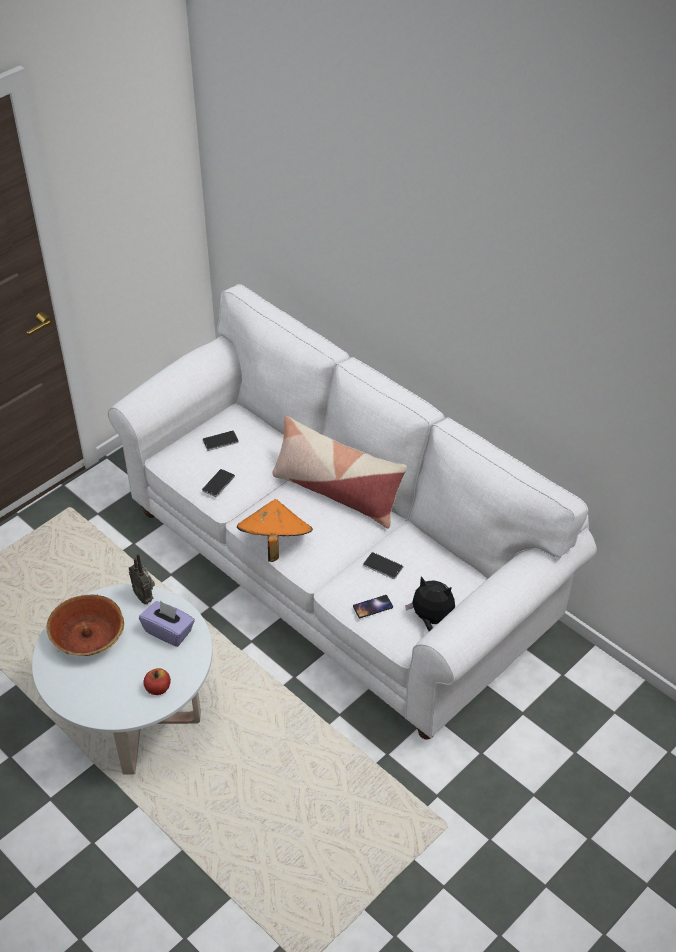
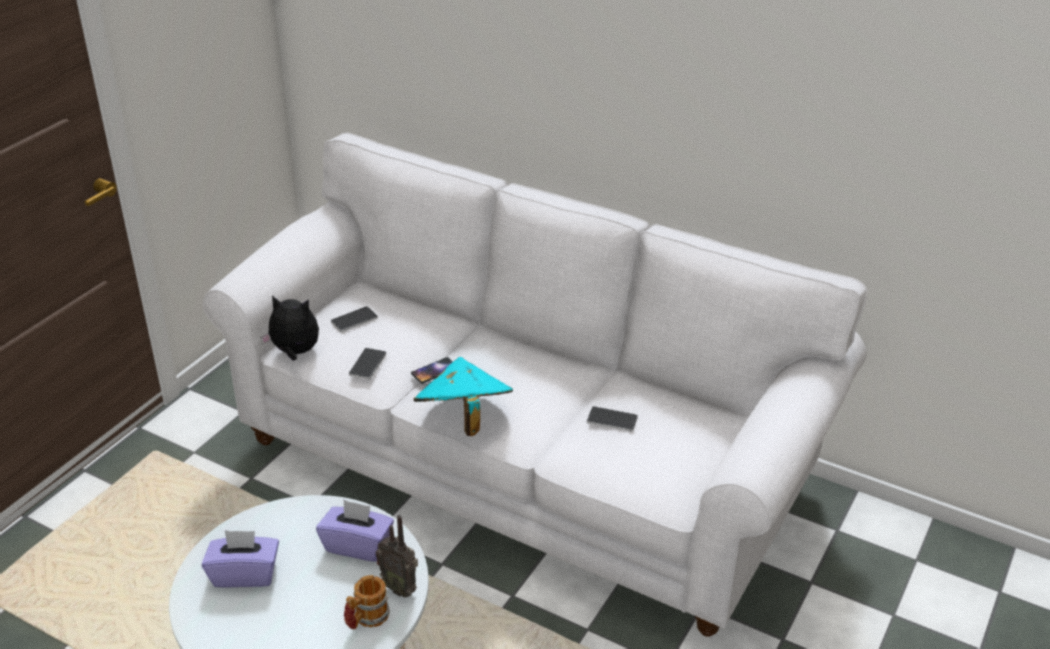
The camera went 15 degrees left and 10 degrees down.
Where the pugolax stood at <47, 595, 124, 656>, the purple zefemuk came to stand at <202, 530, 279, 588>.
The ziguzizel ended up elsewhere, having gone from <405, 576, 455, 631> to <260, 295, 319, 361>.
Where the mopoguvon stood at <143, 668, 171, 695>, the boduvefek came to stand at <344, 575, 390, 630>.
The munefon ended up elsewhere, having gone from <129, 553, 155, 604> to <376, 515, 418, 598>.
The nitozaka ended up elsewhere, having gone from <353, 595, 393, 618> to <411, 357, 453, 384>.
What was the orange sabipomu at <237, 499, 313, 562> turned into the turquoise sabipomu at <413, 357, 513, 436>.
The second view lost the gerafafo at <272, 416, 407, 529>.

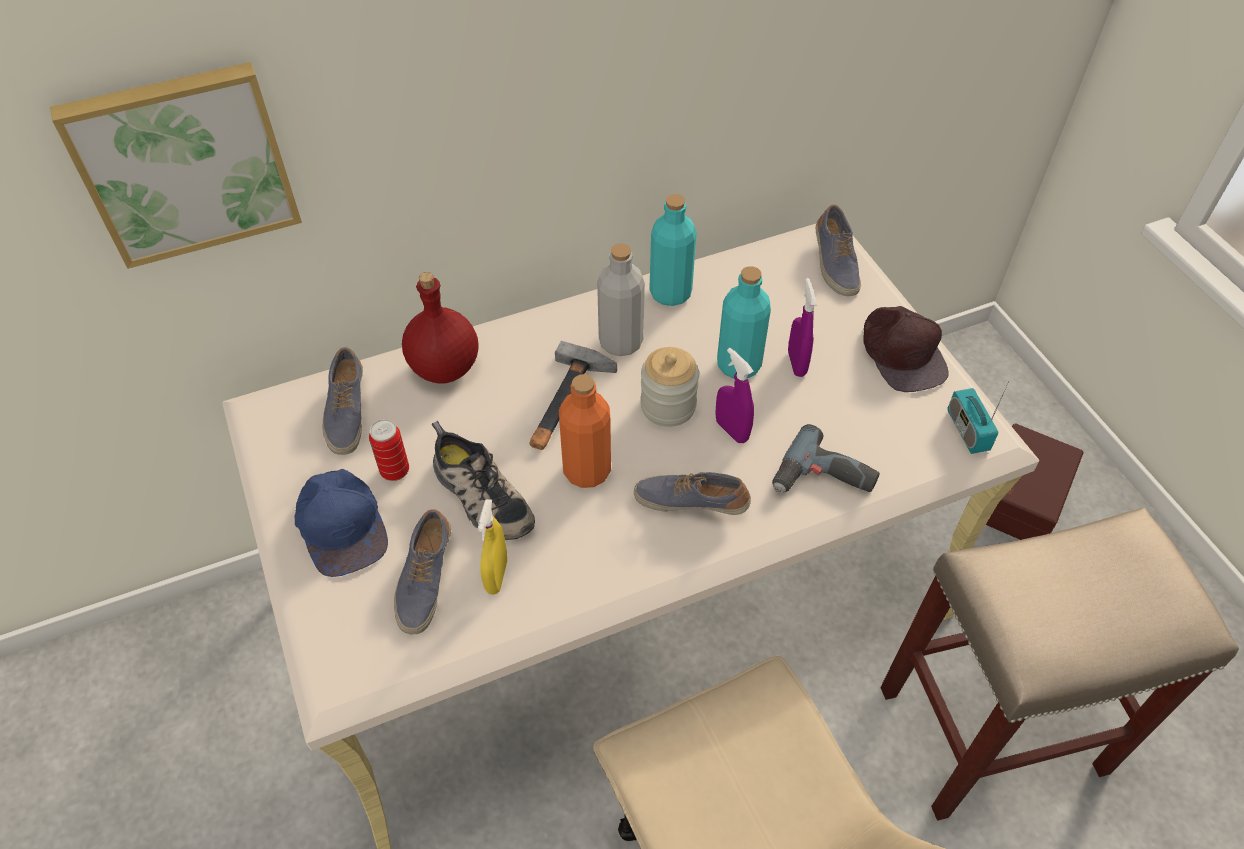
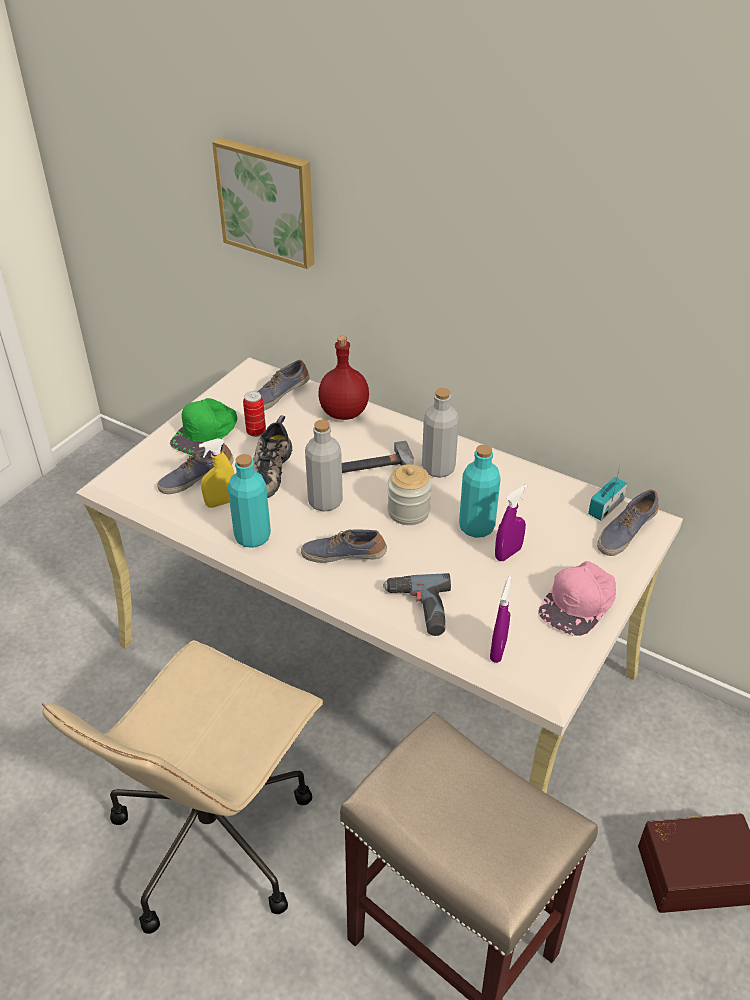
The camera went 55 degrees right and 10 degrees down.
What was the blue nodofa at <295, 469, 388, 577> turned into the green nodofa at <170, 398, 237, 455>.
The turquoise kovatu ended up elsewhere, having gone from <649, 194, 697, 306> to <228, 454, 271, 548>.
The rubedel at <634, 472, 751, 515> ended up facing another way, 60 degrees counterclockwise from before.
What was the orange kovatu at <559, 374, 611, 488> turned into the grey kovatu at <305, 420, 343, 512>.
The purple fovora ended up elsewhere, having gone from <715, 348, 754, 443> to <490, 576, 512, 663>.
What was the brown nodofa at <863, 306, 949, 392> turned into the pink nodofa at <538, 561, 616, 636>.
The munefon ended up elsewhere, having gone from <947, 380, 1010, 454> to <588, 466, 628, 521>.

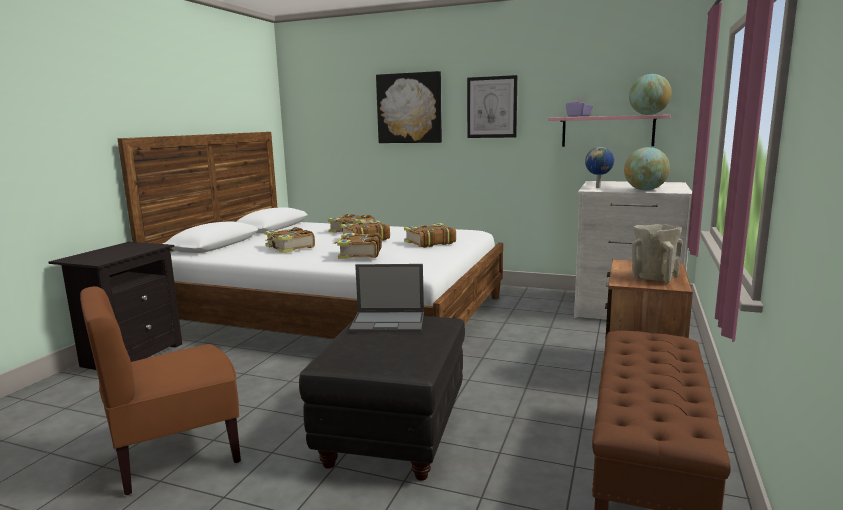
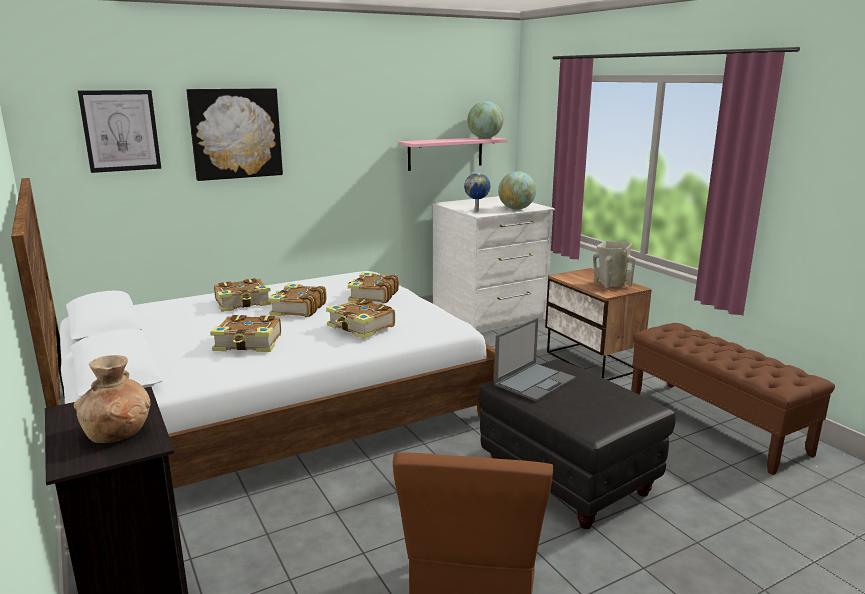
The camera went 50 degrees left and 5 degrees up.
The second view gained the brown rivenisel at <73, 355, 151, 443>.
The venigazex ended up elsewhere, having gone from <467, 75, 517, 138> to <78, 90, 161, 173>.
The second view lost the purple zefemuk at <566, 97, 593, 117>.

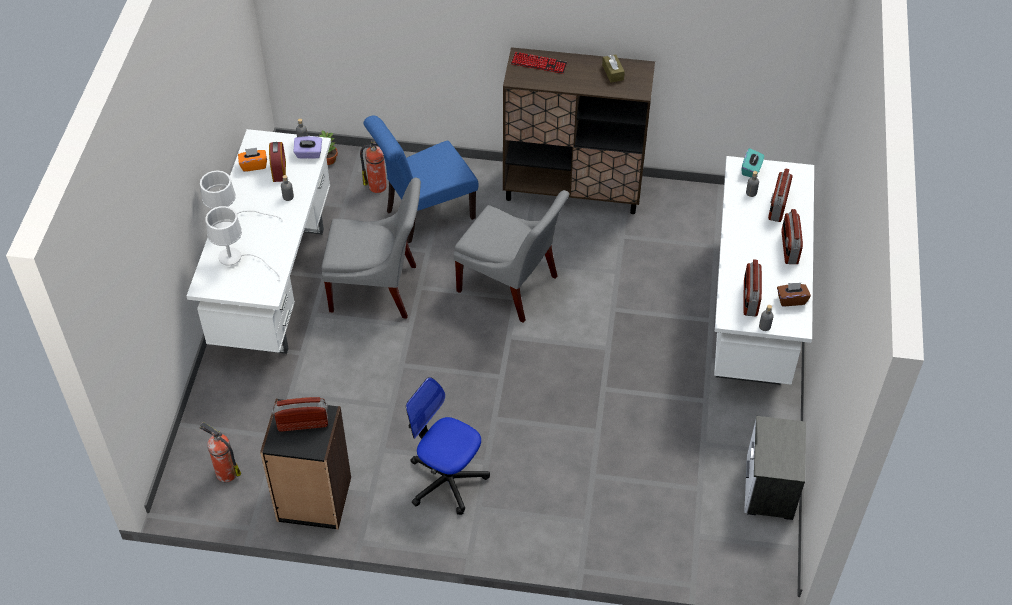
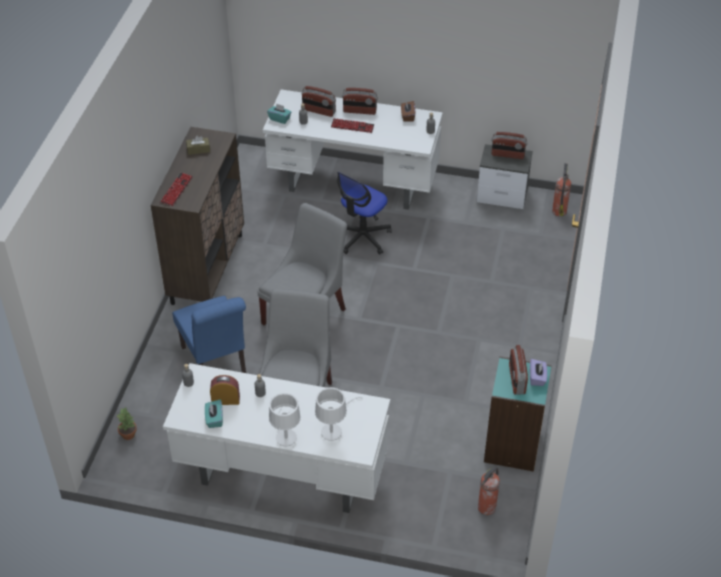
The camera went 85 degrees left and 5 degrees down.
What was the orange zefemuk at <238, 148, 267, 172> turned into the turquoise zefemuk at <205, 400, 223, 428>.
The second view gained the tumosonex at <331, 118, 374, 133>.
The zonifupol ended up elsewhere, having gone from <406, 377, 490, 515> to <337, 172, 392, 255>.
What was the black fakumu at <260, 399, 351, 530> turned into the turquoise fakumu at <484, 356, 552, 472>.
The munefon ended up elsewhere, having gone from <744, 259, 762, 316> to <492, 132, 527, 159>.
The purple zefemuk ended up elsewhere, having gone from <293, 136, 322, 158> to <530, 359, 547, 386>.
The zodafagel ended up elsewhere, having gone from <360, 140, 387, 193> to <552, 163, 571, 216>.

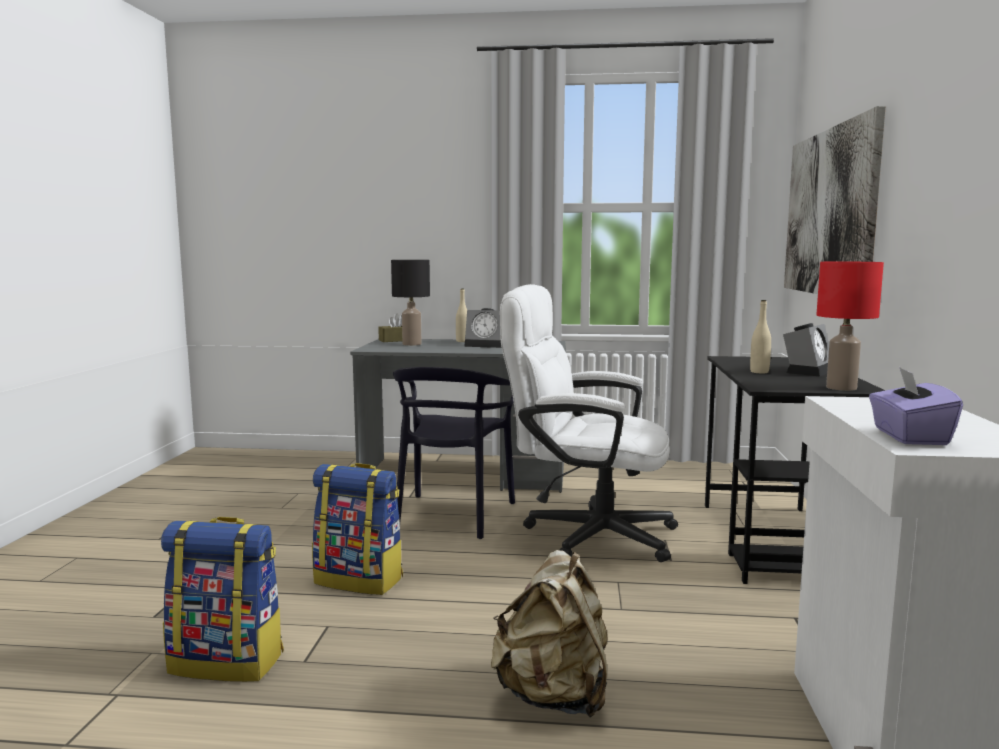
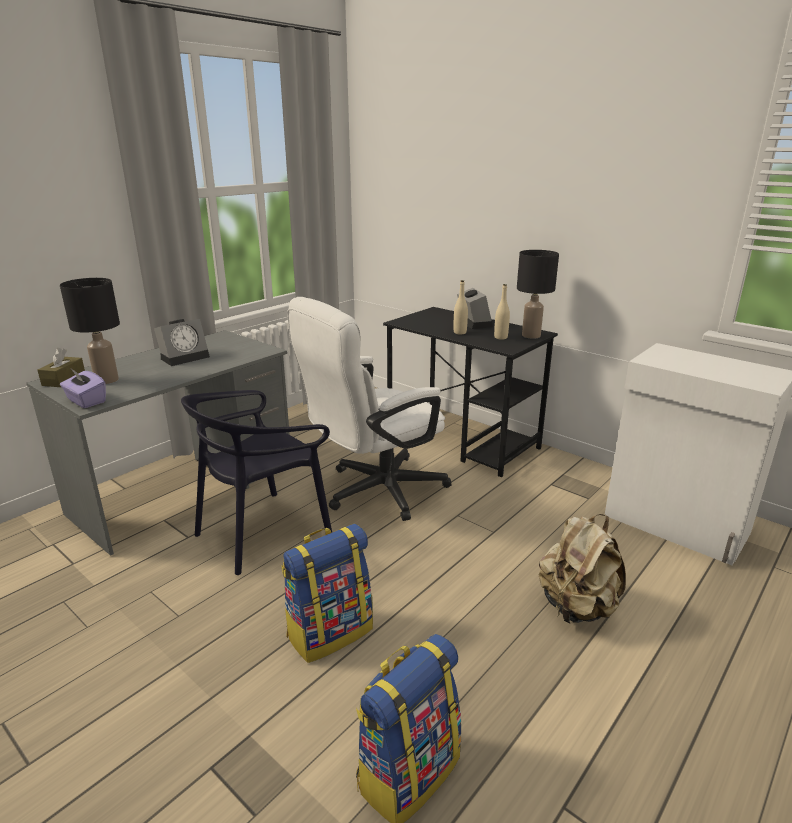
The camera went 55 degrees left and 15 degrees up.
The purple zefemuk ended up elsewhere, having gone from <869, 368, 963, 445> to <60, 370, 106, 408>.
The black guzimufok at <393, 367, 515, 539> ended up facing another way, 90 degrees clockwise from before.
The beige kovatu ended up elsewhere, having gone from <456, 288, 467, 342> to <494, 284, 510, 339>.
What was the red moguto at <816, 261, 884, 391> turned into the black moguto at <517, 250, 559, 339>.
The second view lost the venigazex at <784, 106, 886, 294>.

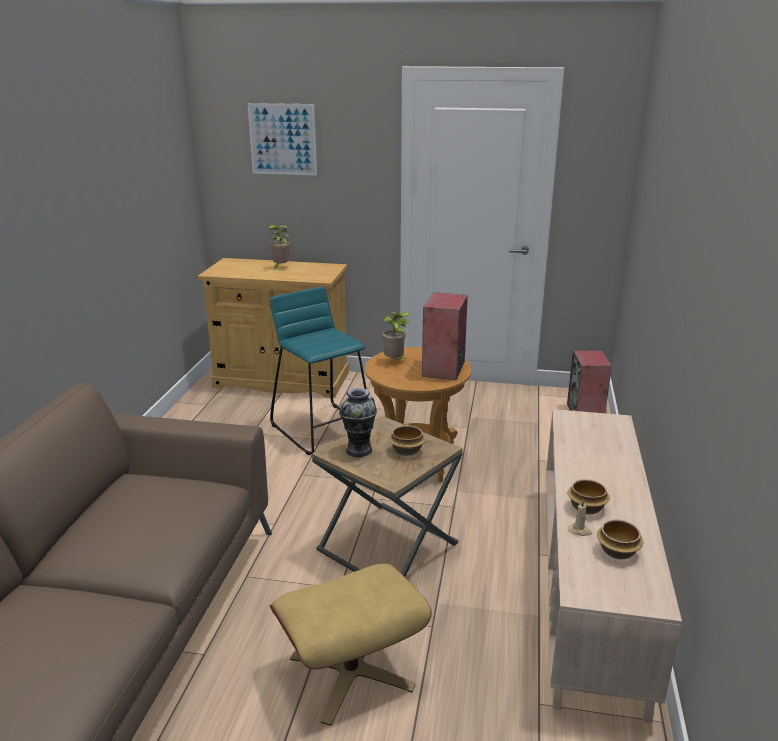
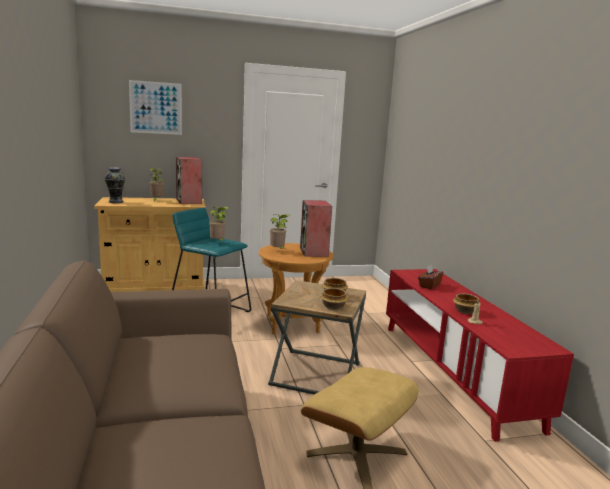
The camera went 25 degrees left and 10 degrees down.
The rivenisel ended up elsewhere, having gone from <339, 388, 377, 457> to <104, 168, 125, 203>.
The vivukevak ended up elsewhere, having gone from <567, 350, 612, 413> to <176, 157, 202, 204>.
The second view gained the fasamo at <209, 207, 229, 242>.
The pugolax ended up elsewhere, having gone from <597, 520, 643, 559> to <320, 288, 348, 310>.
What was the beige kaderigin at <546, 409, 682, 723> turned into the red kaderigin at <386, 269, 574, 442>.
The second view gained the brown zefemuk at <418, 265, 443, 289>.

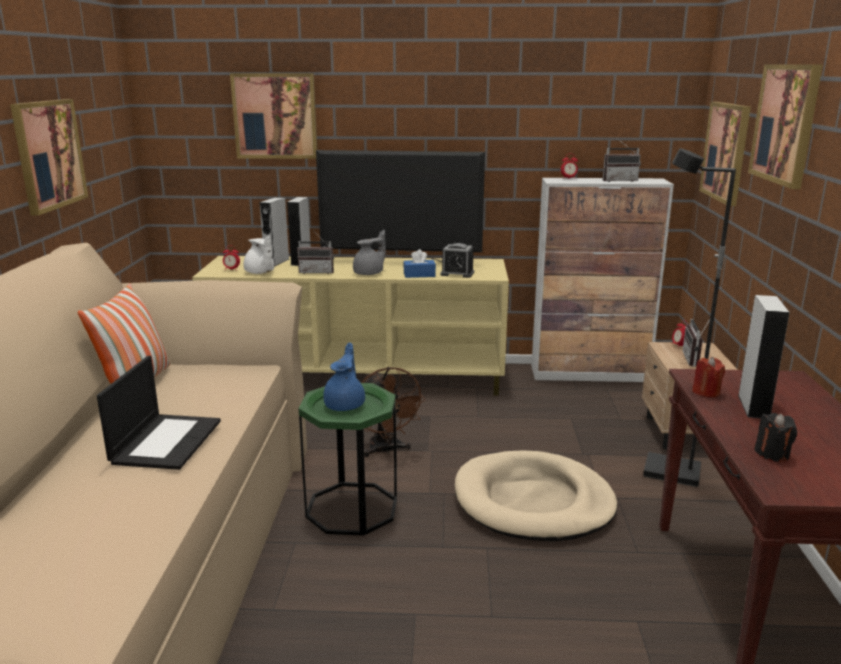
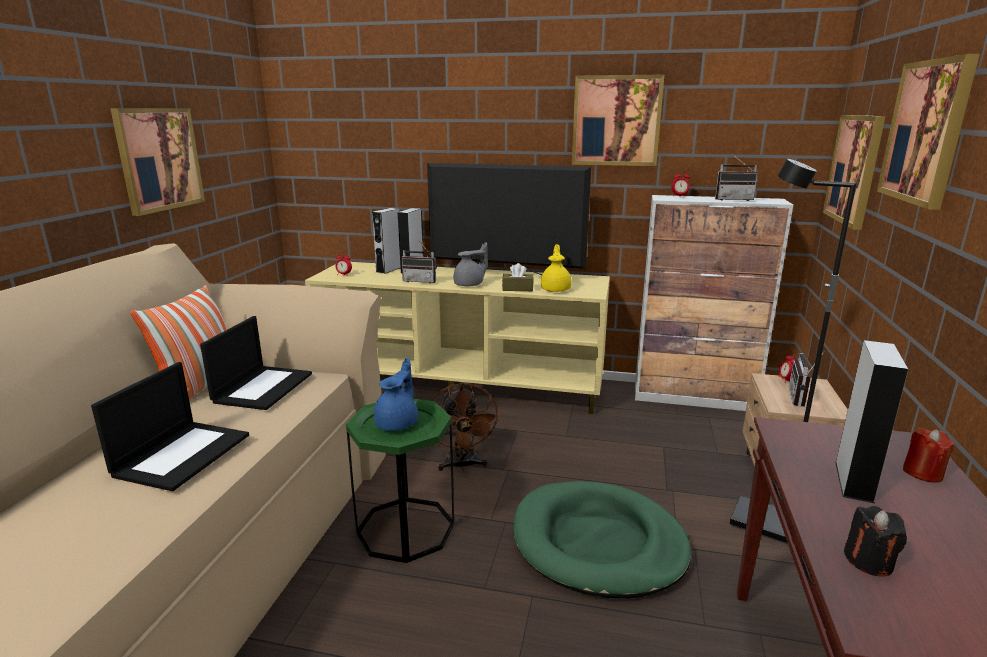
The camera went 10 degrees right and 0 degrees up.
The second view gained the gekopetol at <200, 316, 312, 410>.
What was the blue zefemuk at <403, 249, 436, 278> turned into the brown zefemuk at <502, 263, 534, 291>.
What was the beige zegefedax at <455, 450, 617, 541> turned into the green zegefedax at <513, 481, 691, 598>.
Where the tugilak stood at <441, 243, 474, 278>, the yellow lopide came to stand at <541, 244, 572, 292>.
The venigazex ended up elsewhere, having gone from <230, 73, 317, 159> to <572, 75, 664, 166>.
The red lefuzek ended up elsewhere, having gone from <692, 357, 725, 398> to <903, 428, 955, 483>.
The second view lost the white lopide at <243, 236, 274, 274>.

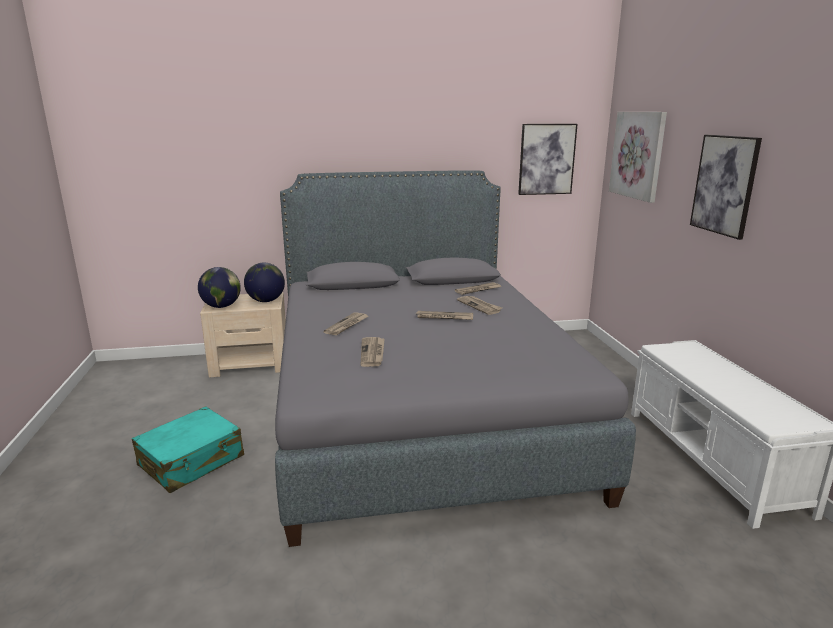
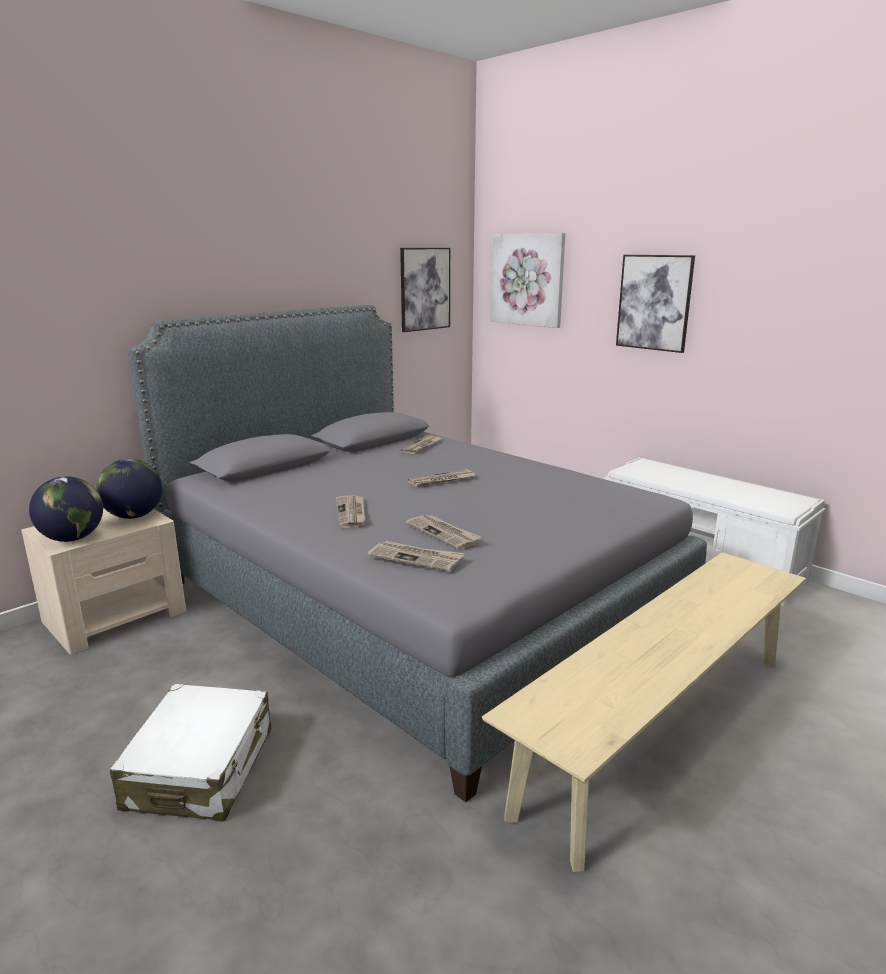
The camera went 35 degrees left and 0 degrees up.
What was the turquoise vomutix at <132, 406, 244, 493> turned into the white vomutix at <110, 684, 271, 822>.
The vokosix ended up elsewhere, having gone from <457, 296, 502, 315> to <368, 541, 464, 572>.
The second view gained the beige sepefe at <482, 552, 806, 872>.

